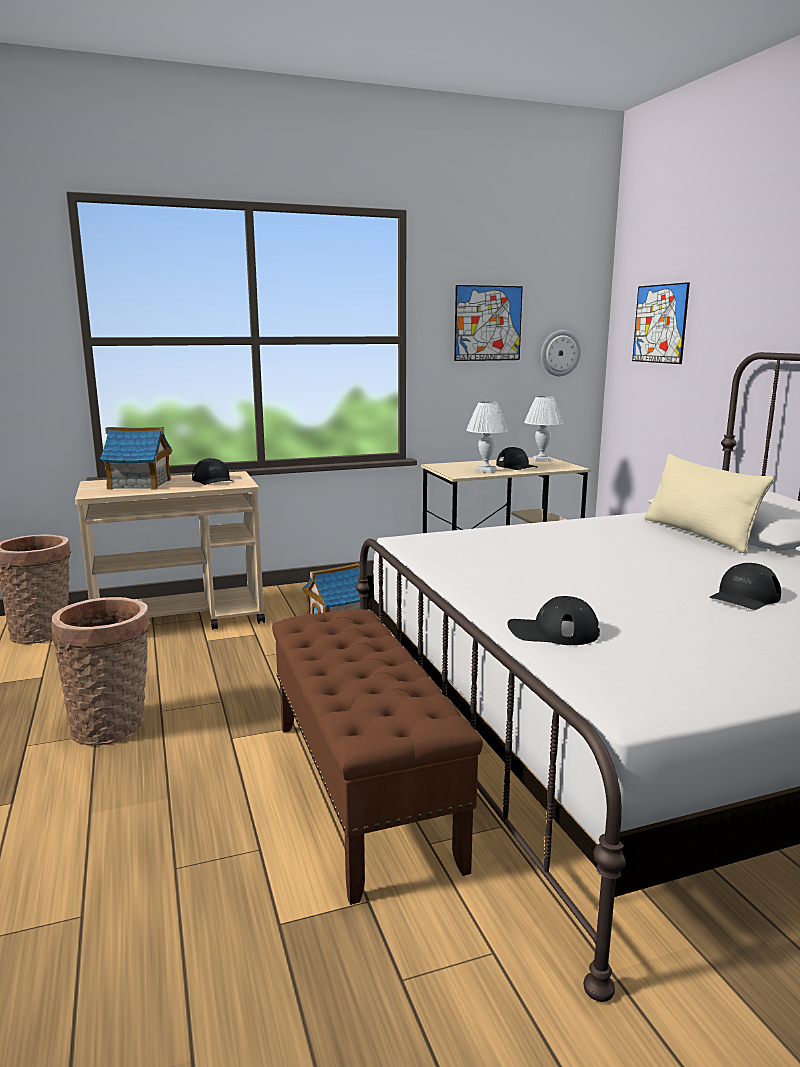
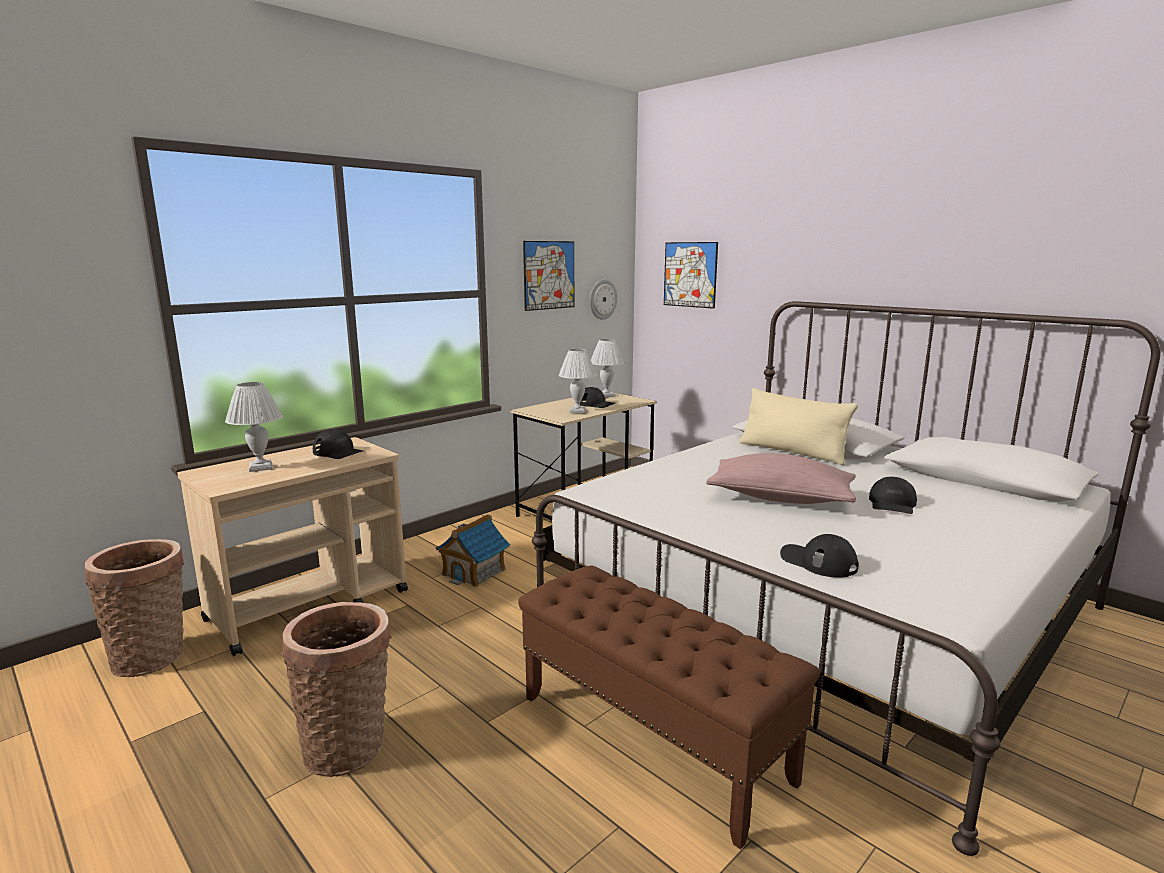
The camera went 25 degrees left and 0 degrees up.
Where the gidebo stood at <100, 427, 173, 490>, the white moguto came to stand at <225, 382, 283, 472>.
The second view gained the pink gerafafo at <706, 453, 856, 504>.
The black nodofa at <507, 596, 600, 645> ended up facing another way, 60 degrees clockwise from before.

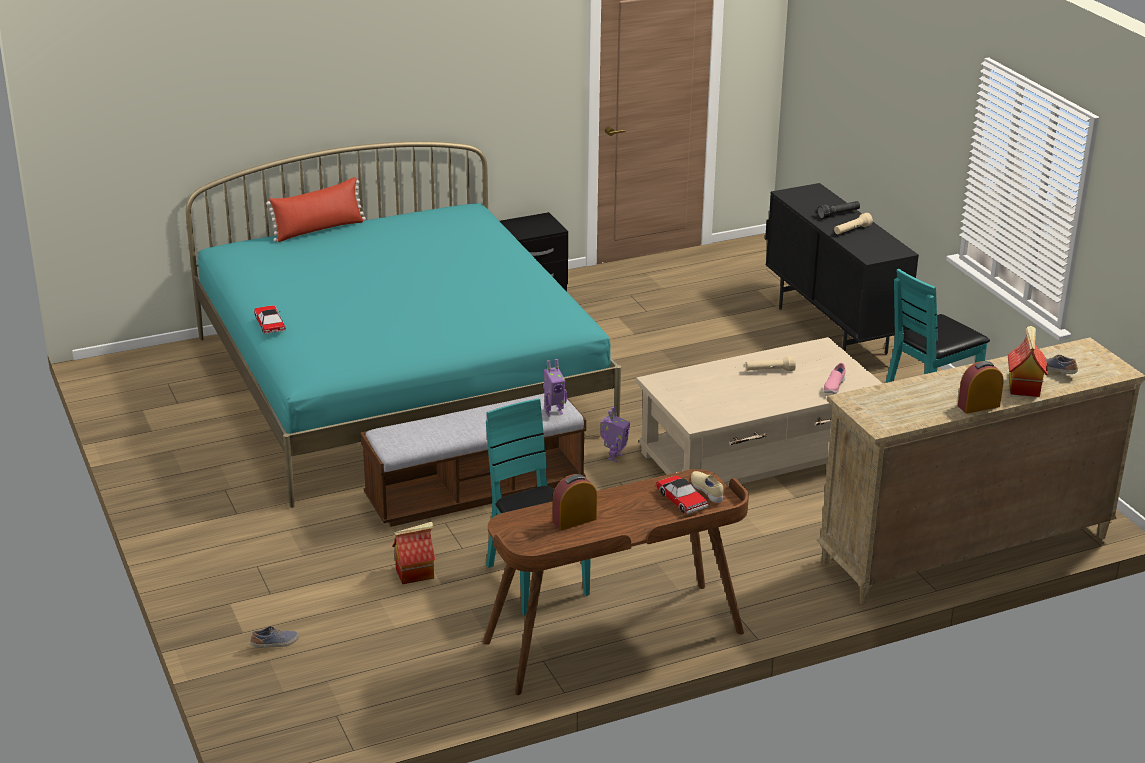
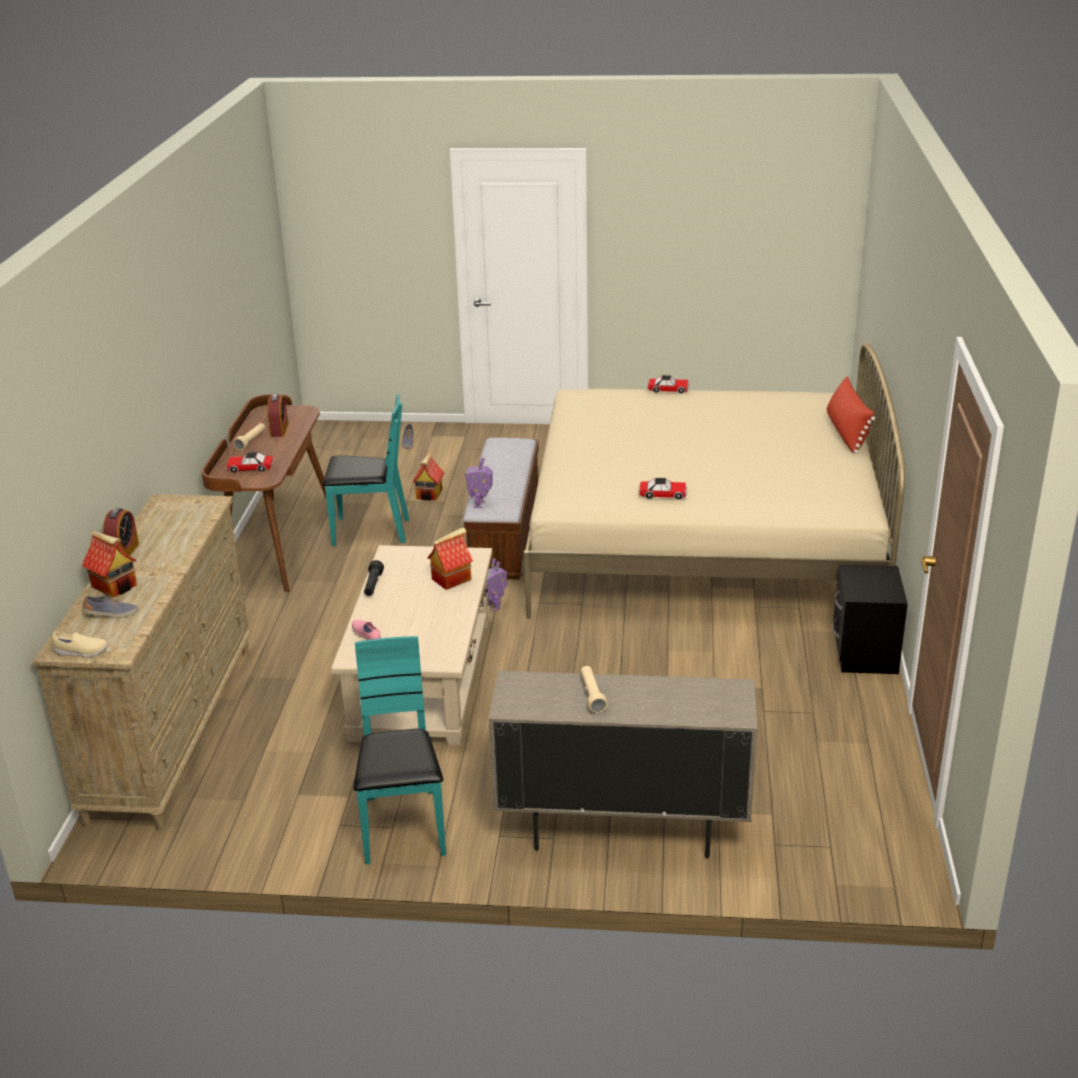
The camera went 120 degrees right and 0 degrees up.
The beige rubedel ended up elsewhere, having gone from <691, 471, 723, 503> to <51, 631, 107, 657>.
The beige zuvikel ended up elsewhere, having gone from <745, 356, 796, 371> to <233, 423, 265, 450>.
The black zuvikel ended up elsewhere, having gone from <818, 201, 860, 219> to <364, 560, 384, 596>.
The second view gained the gidebo at <427, 528, 473, 590>.
What was the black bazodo at <765, 183, 919, 355> turned into the beige bazodo at <489, 671, 758, 858>.
What was the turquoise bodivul at <186, 141, 621, 508> turned into the beige bodivul at <523, 343, 905, 619>.
The second view gained the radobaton at <639, 478, 687, 500>.

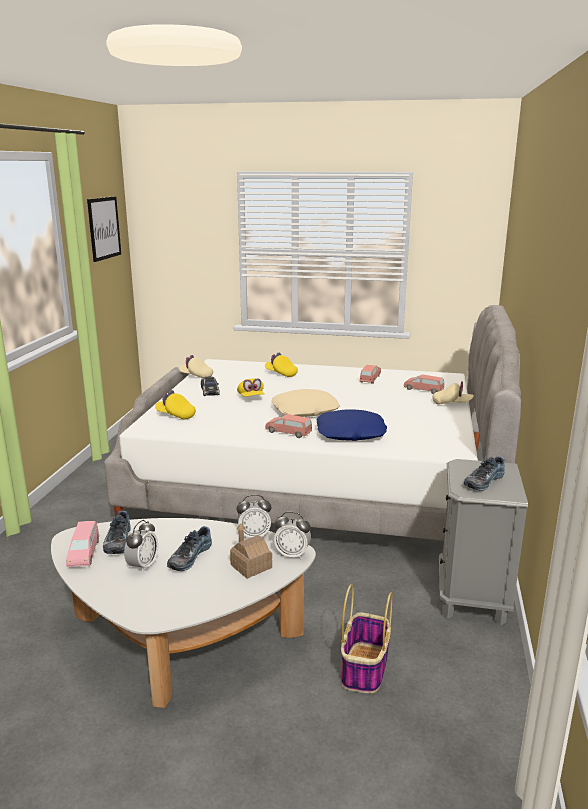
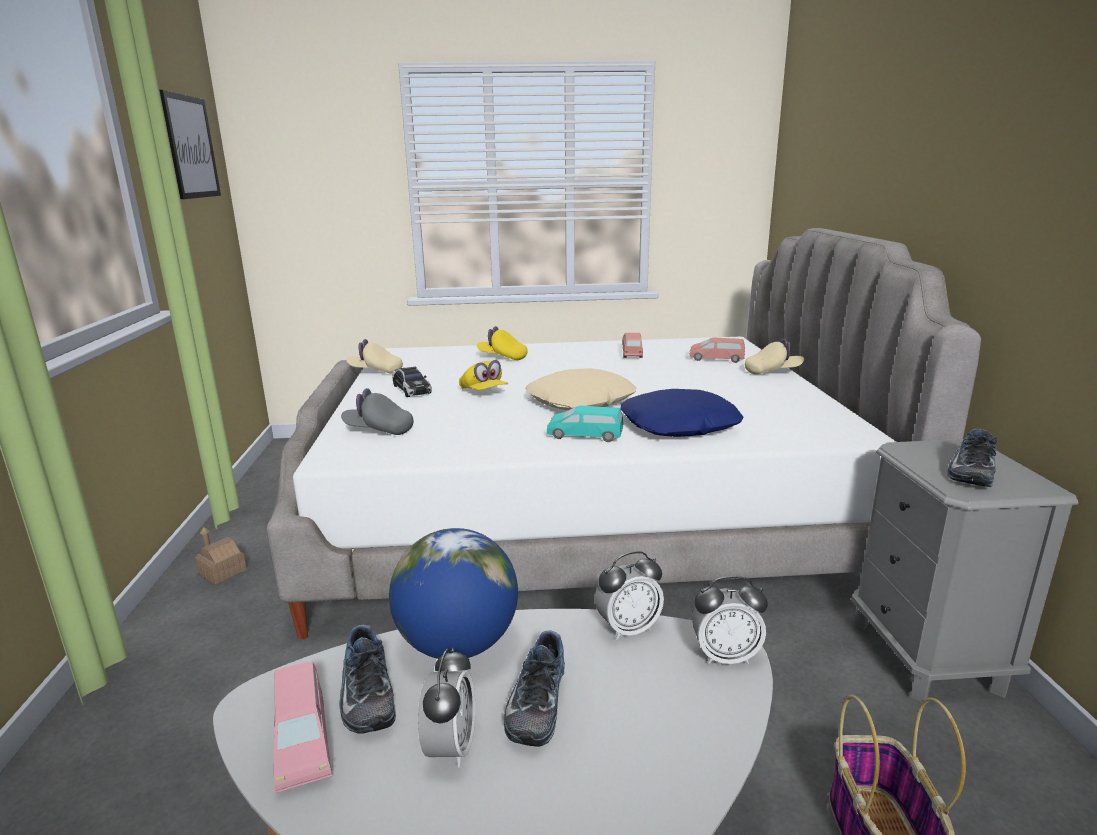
The camera went 15 degrees left and 0 degrees up.
The gidebo ended up elsewhere, having gone from <230, 524, 272, 579> to <196, 527, 247, 585>.
What was the yellow nodofa at <155, 390, 196, 420> turned into the grey nodofa at <341, 388, 414, 435>.
The second view gained the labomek at <389, 528, 518, 659>.
What was the pink radobaton at <265, 414, 312, 438> turned into the turquoise radobaton at <547, 405, 623, 442>.

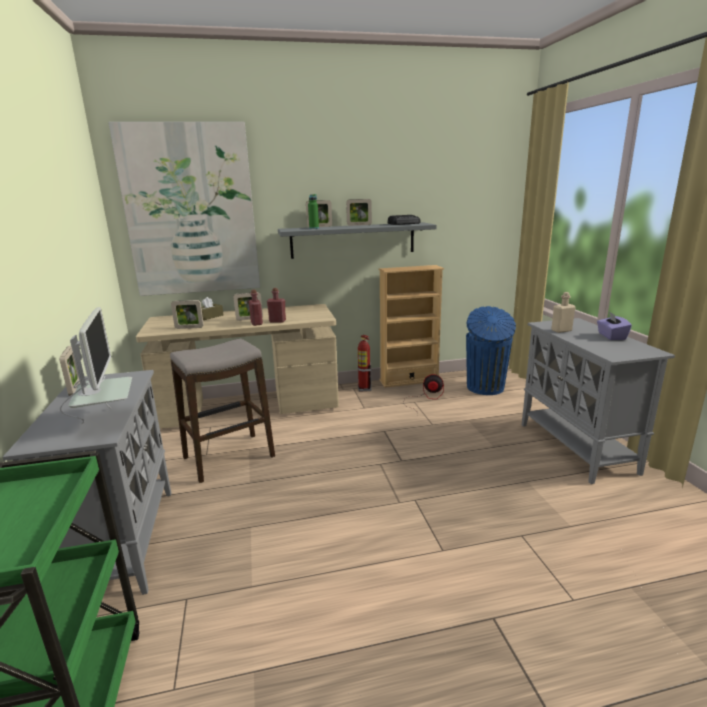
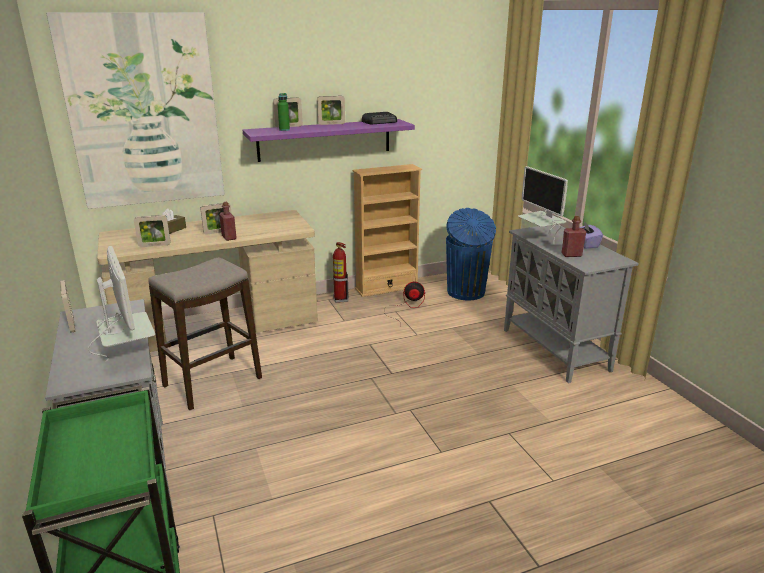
The camera went 10 degrees left and 5 degrees up.
What was the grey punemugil at <278, 222, 437, 259> turned into the purple punemugil at <243, 119, 415, 162>.
Where the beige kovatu stood at <551, 292, 575, 333>, the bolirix came to stand at <518, 166, 568, 245>.
The red kovatu ended up elsewhere, having gone from <267, 288, 286, 323> to <562, 216, 586, 257>.

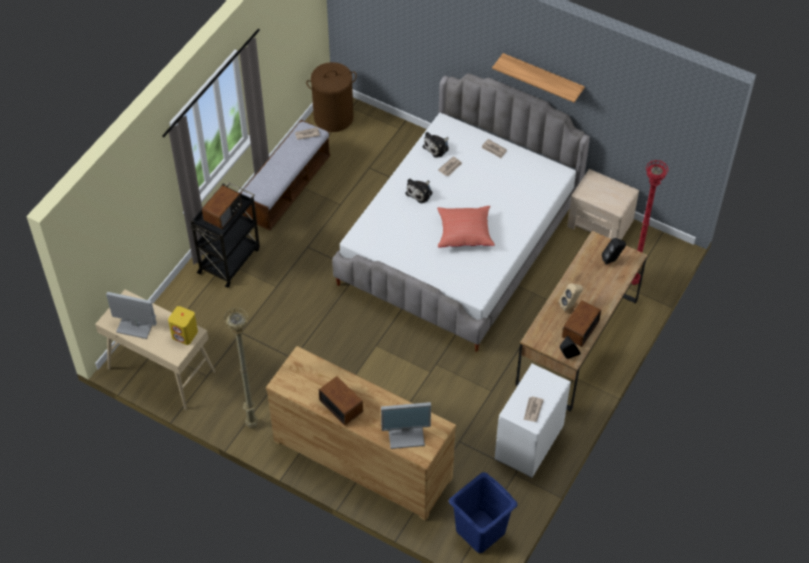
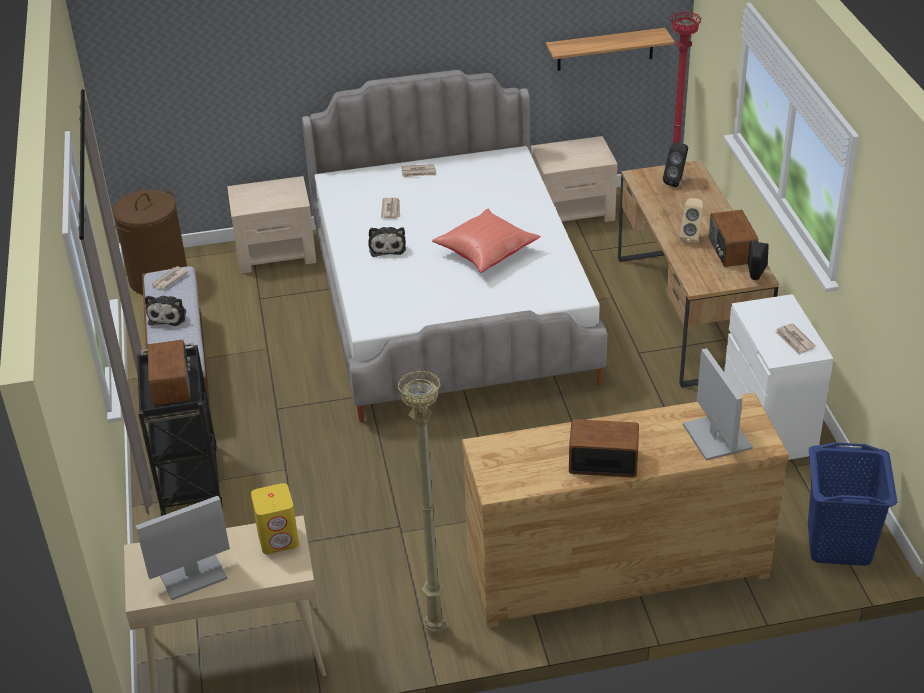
The camera went 40 degrees left and 15 degrees down.
The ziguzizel ended up elsewhere, having gone from <423, 132, 449, 158> to <145, 296, 186, 326>.
The second view gained the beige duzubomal at <227, 176, 316, 274>.
The punemugil ended up elsewhere, having gone from <492, 53, 585, 102> to <546, 28, 675, 71>.
The bolirix at <381, 402, 431, 449> ended up facing another way, 60 degrees counterclockwise from before.

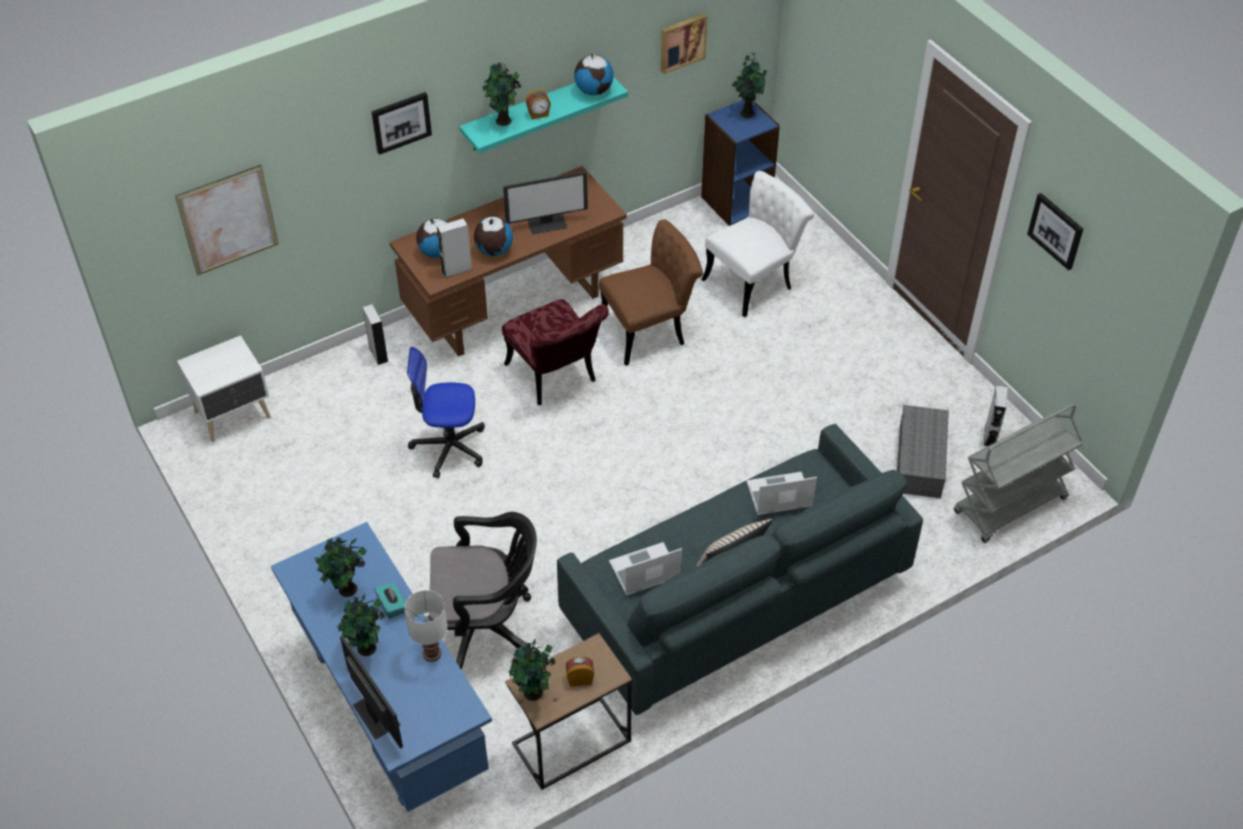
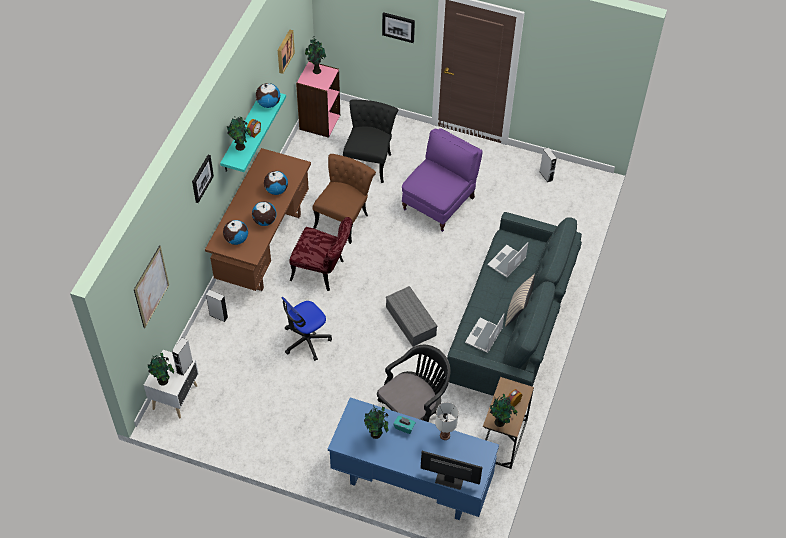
The camera went 40 degrees left and 5 degrees up.
The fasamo ended up elsewhere, having gone from <337, 594, 385, 656> to <148, 353, 174, 385>.
The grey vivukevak ended up elsewhere, having gone from <437, 218, 473, 278> to <172, 338, 193, 376>.
Where the bolirix stood at <503, 171, 588, 235>, the labomek came to stand at <264, 171, 288, 195>.
What was the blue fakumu at <701, 100, 780, 226> turned into the pink fakumu at <296, 61, 340, 138>.
What was the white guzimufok at <701, 171, 814, 317> turned into the black guzimufok at <343, 99, 399, 183>.
The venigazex ended up elsewhere, having gone from <1027, 193, 1083, 270> to <382, 12, 415, 43>.
The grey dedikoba ended up elsewhere, having gone from <897, 405, 949, 498> to <386, 286, 437, 347>.
The second view gained the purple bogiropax at <402, 128, 483, 232>.
The second view lost the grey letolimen at <954, 404, 1084, 543>.

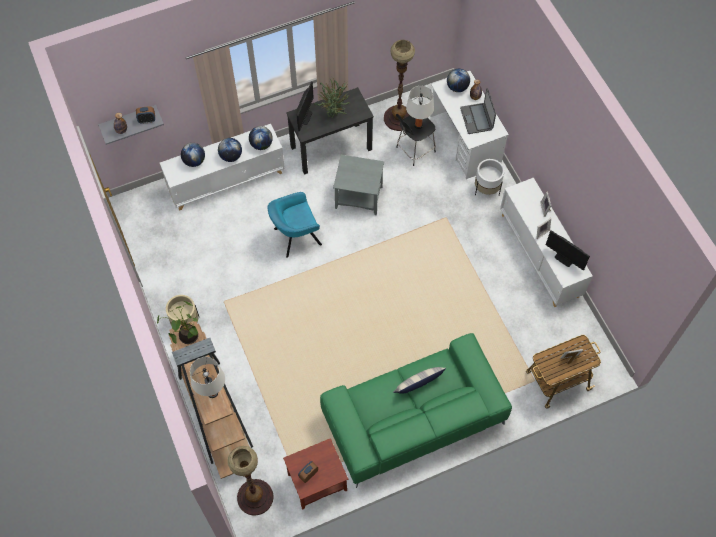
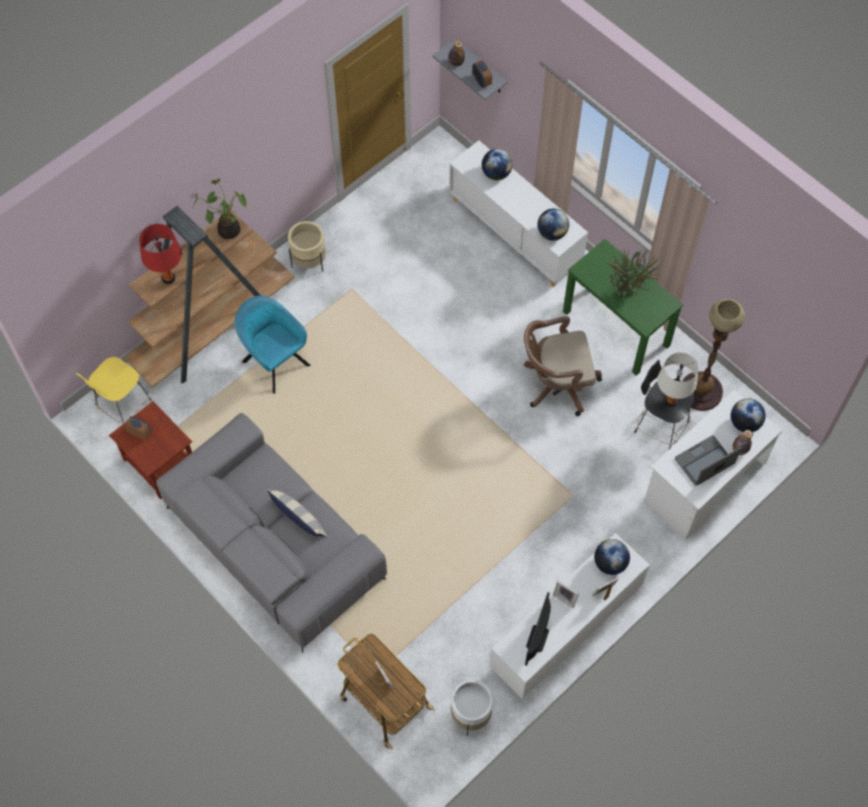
The camera went 70 degrees right and 0 degrees up.
Where the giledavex stood at <228, 446, 273, 516>, the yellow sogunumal came to stand at <76, 357, 152, 424>.
What was the white moguto at <190, 357, 225, 398> turned into the red moguto at <139, 224, 182, 284>.
What was the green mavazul at <320, 333, 512, 488> turned into the grey mavazul at <156, 413, 387, 653>.
The turquoise bogiropax ended up elsewhere, having gone from <268, 192, 322, 258> to <235, 295, 311, 394>.
The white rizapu ended up elsewhere, having gone from <475, 159, 504, 195> to <451, 680, 493, 736>.
Where the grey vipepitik stood at <333, 155, 384, 215>, the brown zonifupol came to stand at <524, 316, 602, 416>.
What was the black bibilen at <286, 87, 374, 175> turned into the green bibilen at <563, 239, 683, 376>.
The labomek ended up elsewhere, having gone from <218, 138, 242, 162> to <594, 539, 630, 575>.
The second view lost the bolirix at <296, 82, 314, 131>.

